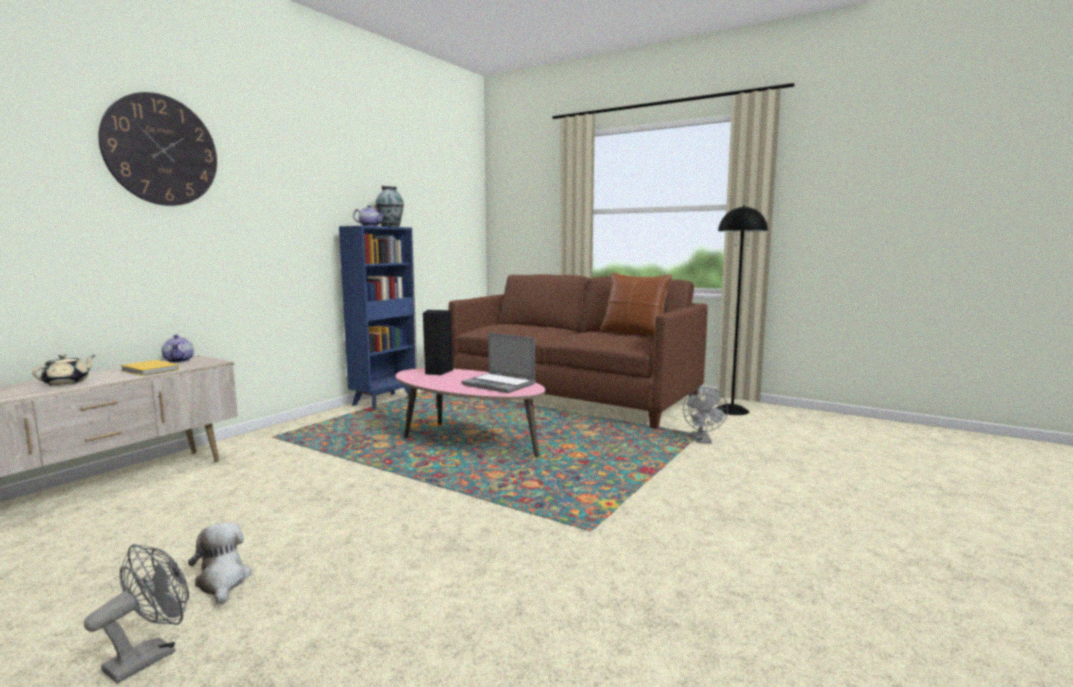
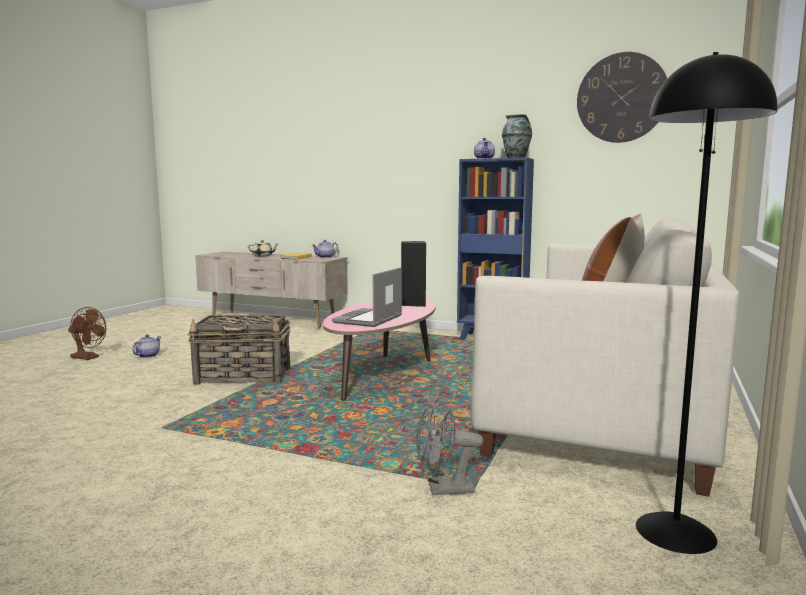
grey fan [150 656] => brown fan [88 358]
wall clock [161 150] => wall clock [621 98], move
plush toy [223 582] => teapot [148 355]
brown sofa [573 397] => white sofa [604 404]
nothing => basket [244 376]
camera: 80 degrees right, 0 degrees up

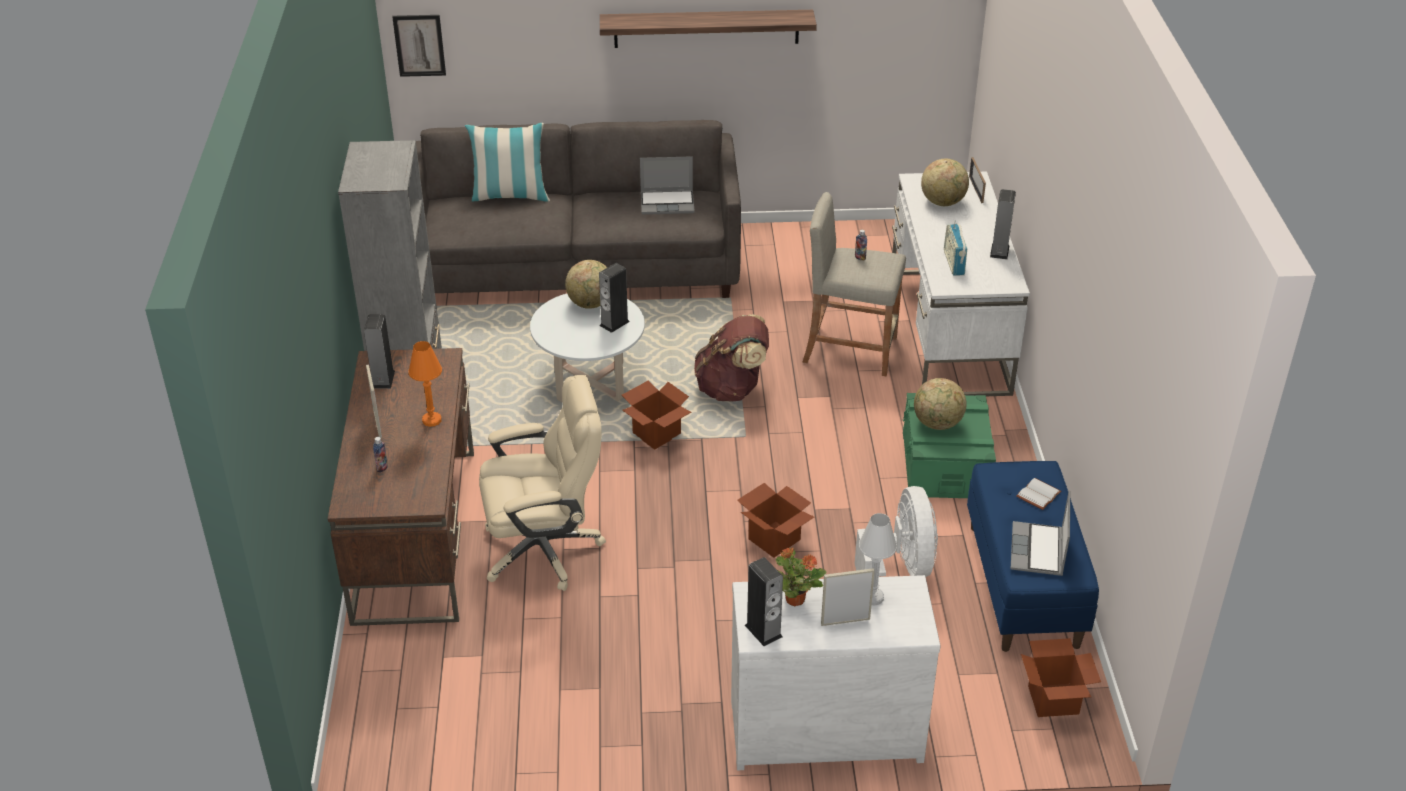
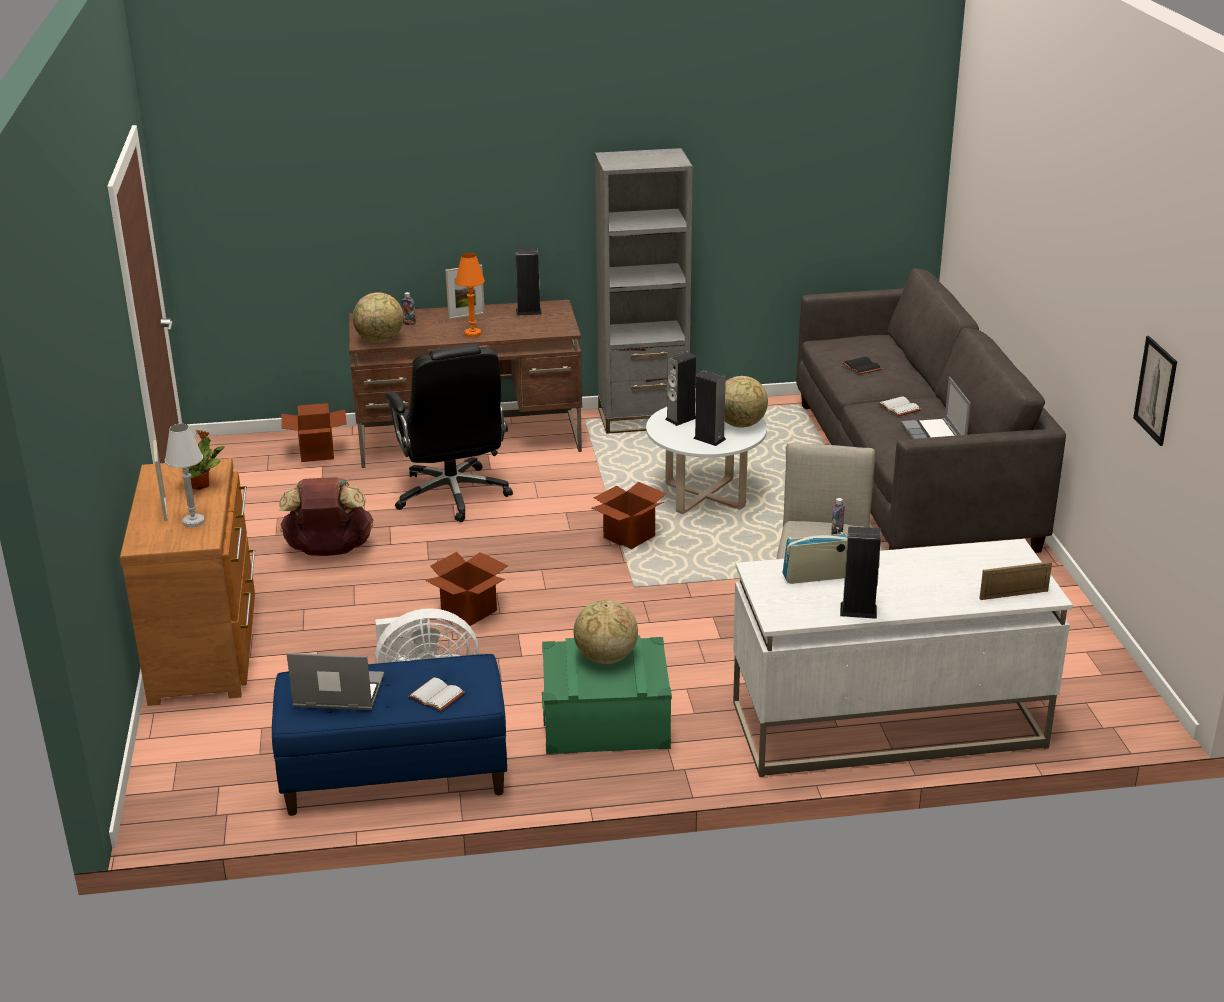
picture [419 45] => picture [1155 390], move
pillow [510 195] => nothing
beige office chair [544 549] => black office chair [452 495]
shelf [706 28] => nothing
brown backpack [732 389] => brown backpack [329 551], move
white dresser [823 726] => brown dresser [207 648]
speaker [763 631] => speaker [681 419], move
globe [943 202] => globe [380 341], move
cardboard box [1053 700] => cardboard box [317 453], move
nothing => black book [863 367]
nothing => white book [898 408]
camera: 85 degrees right, 10 degrees down

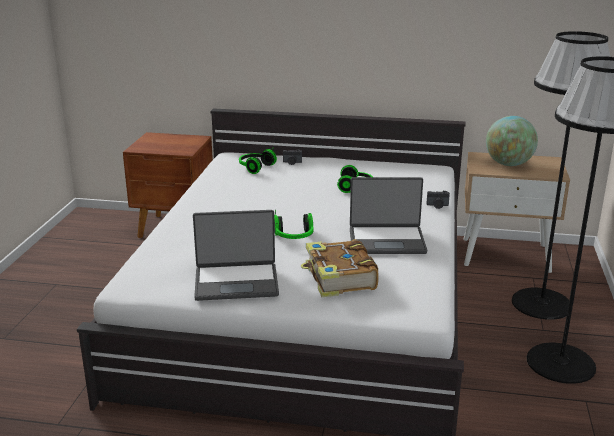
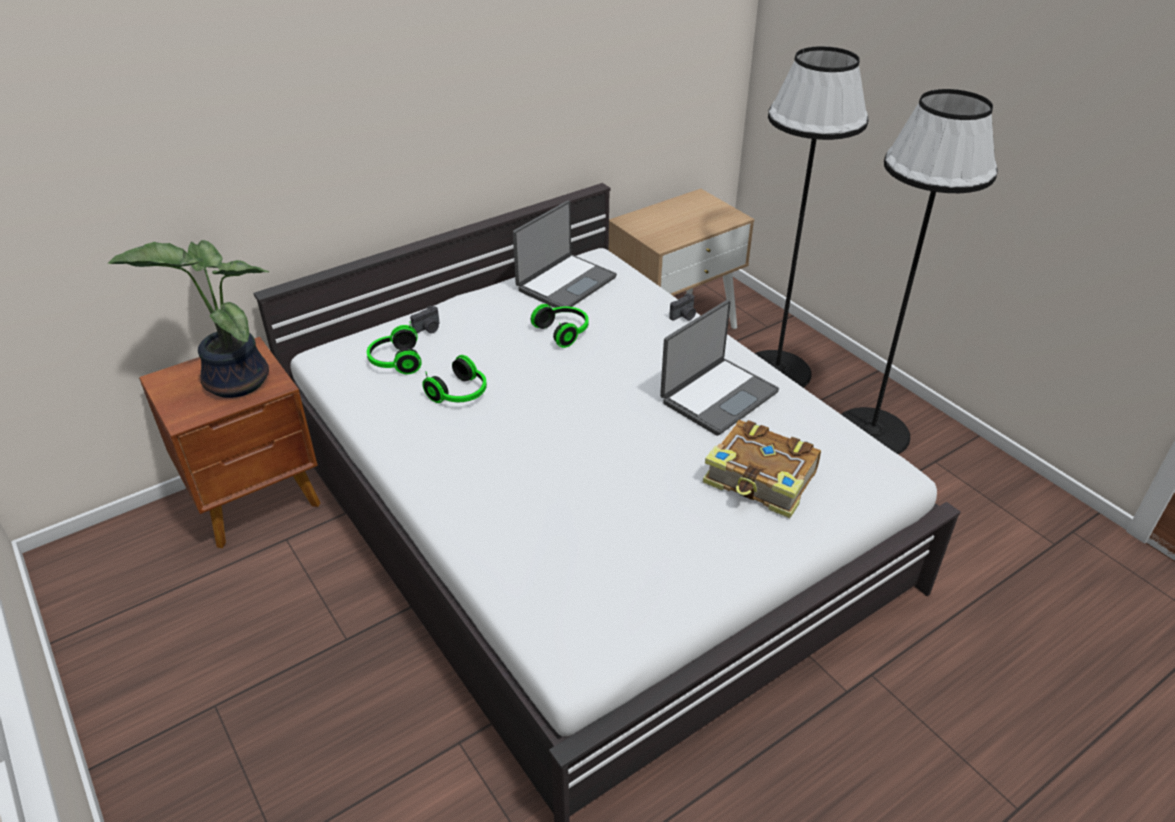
laptop [236 282] => laptop [565 283], move
headphones [294 237] => headphones [460 394], move
globe [508 164] => nothing
nothing => potted plant [233 381]
camera: 45 degrees left, 15 degrees up

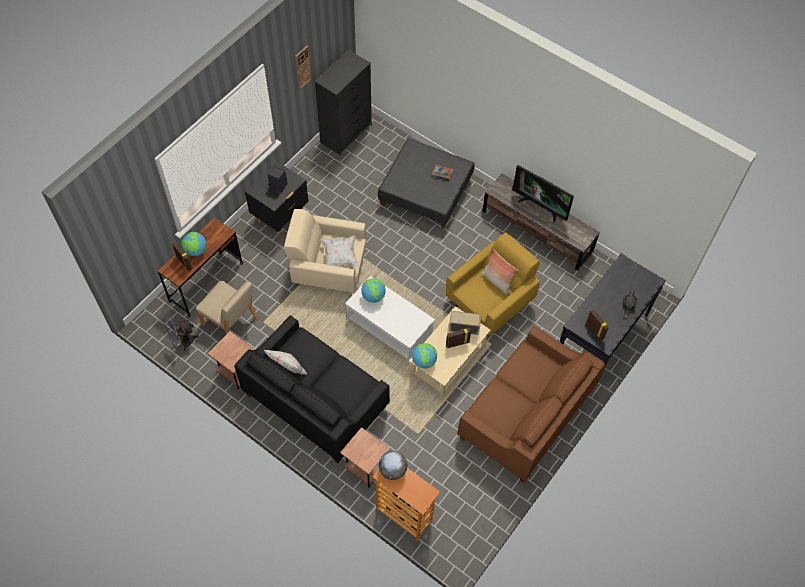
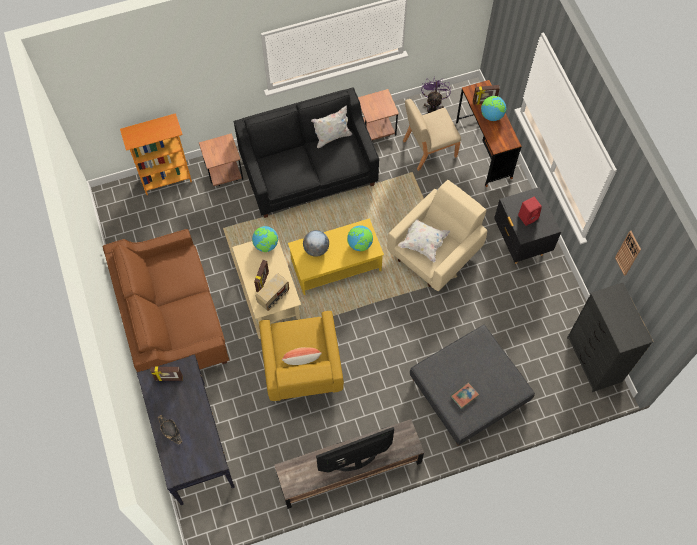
black speaker [277 186] => red speaker [528 216]
white coffee table [389 328] => yellow coffee table [336 265]
globe [392 470] => globe [316 249], move
camera: 125 degrees right, 5 degrees up

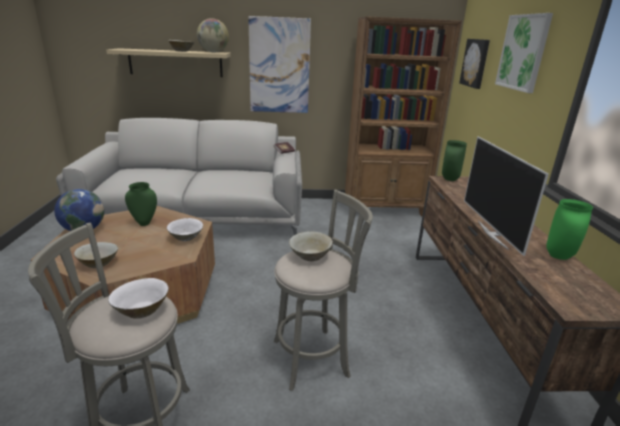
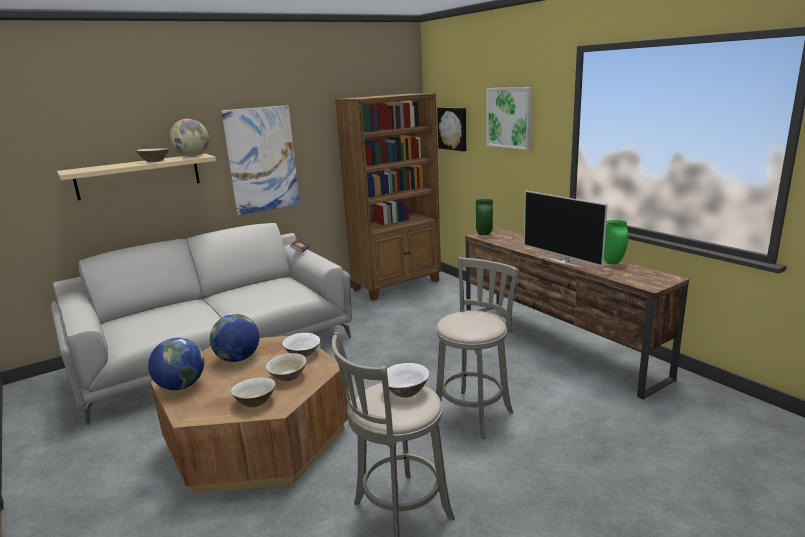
green vase [144 223] => globe [238 359]
beige bowl [310 256] => beige bowl [288 377], move
camera: 30 degrees left, 5 degrees down

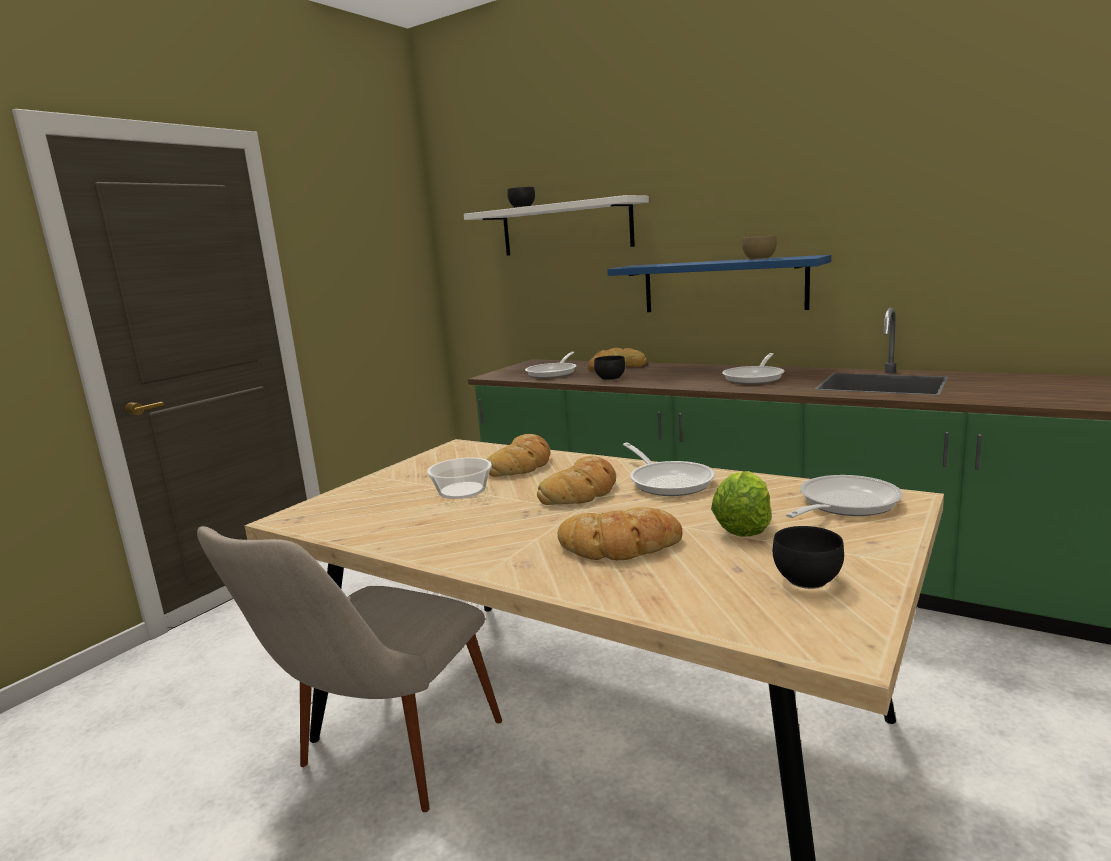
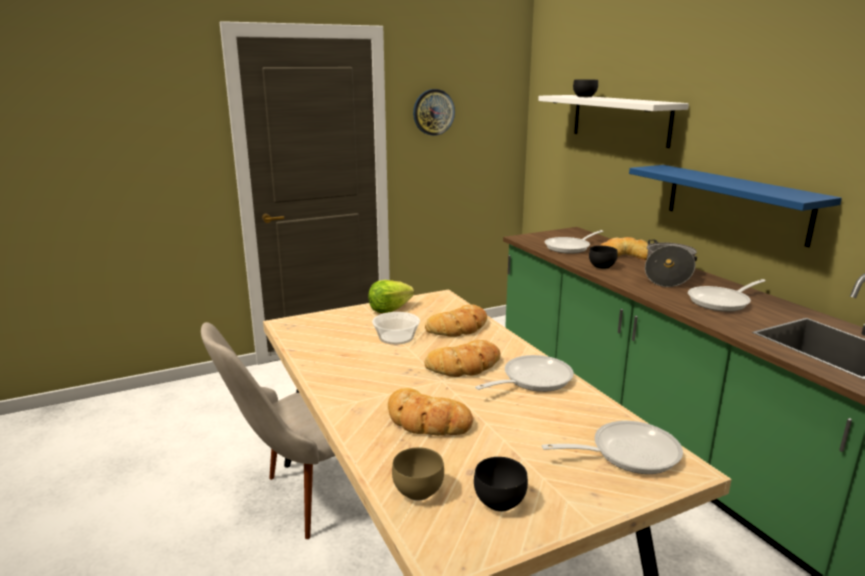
frying pan [668 481] => frying pan [532 379], 135 degrees counterclockwise
lettuce [743 527] => lettuce [389 309], move
brown bowl [758 259] => brown bowl [419 490], move
nothing => wall clock [433 112]
nothing => cooking pot [667 275]
camera: 30 degrees right, 5 degrees up

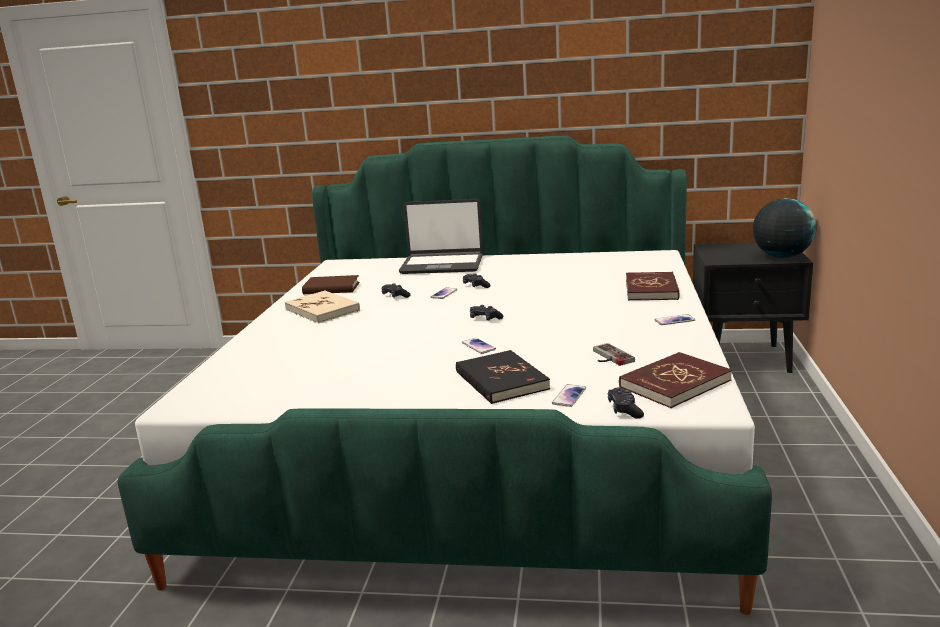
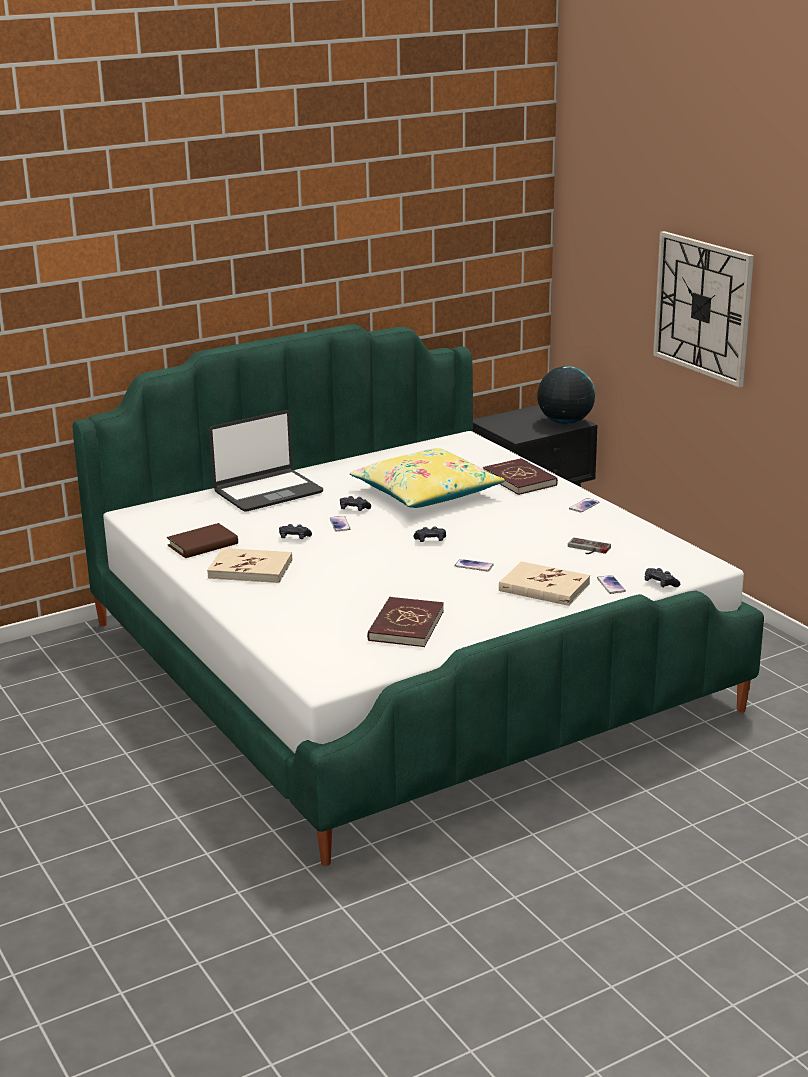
black book [501 381] => beige book [544 588]
red book [674 383] => red book [405 626], move
nothing => yellow pillow [426 493]
nothing => wall clock [703 307]
camera: 40 degrees left, 5 degrees up

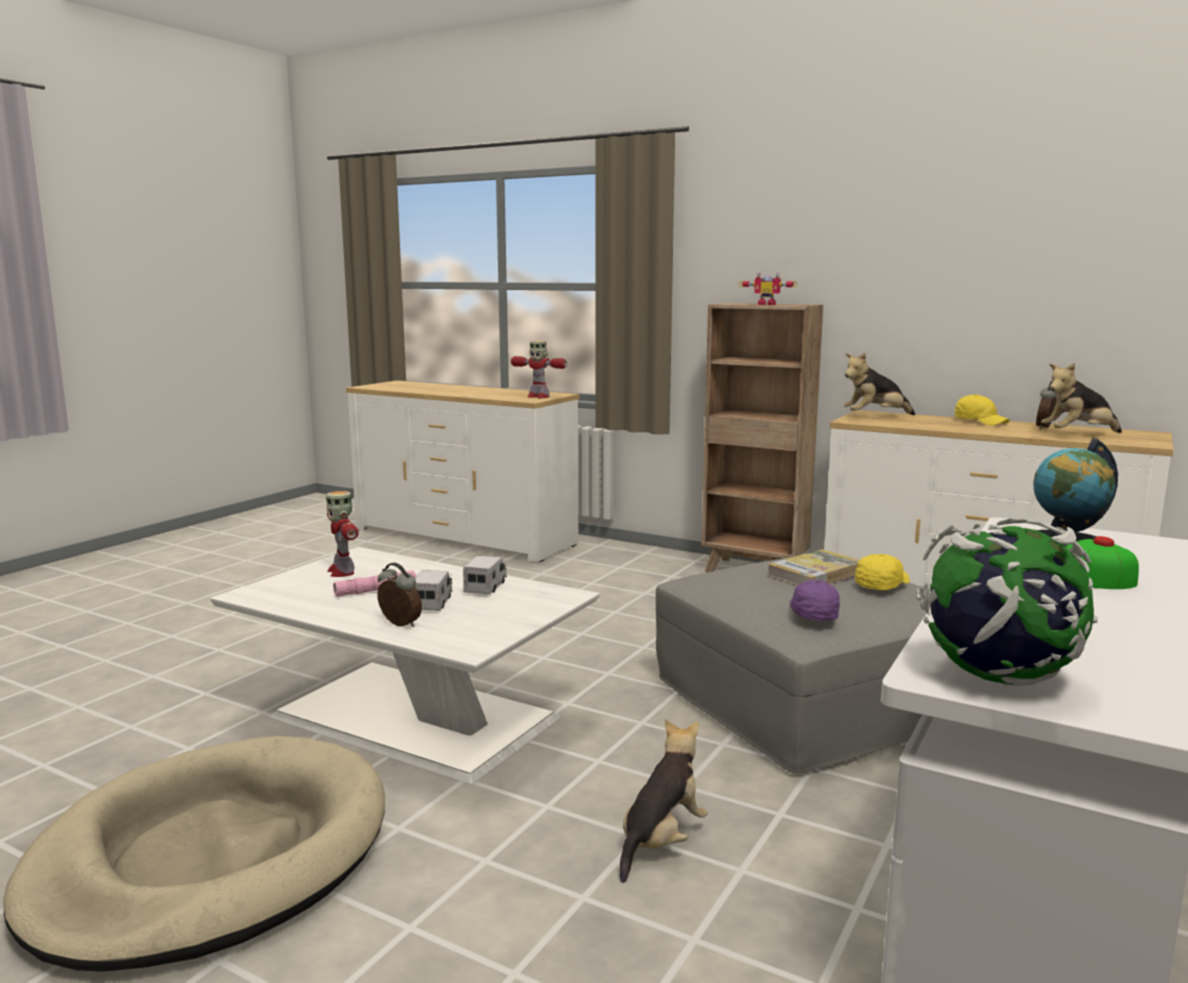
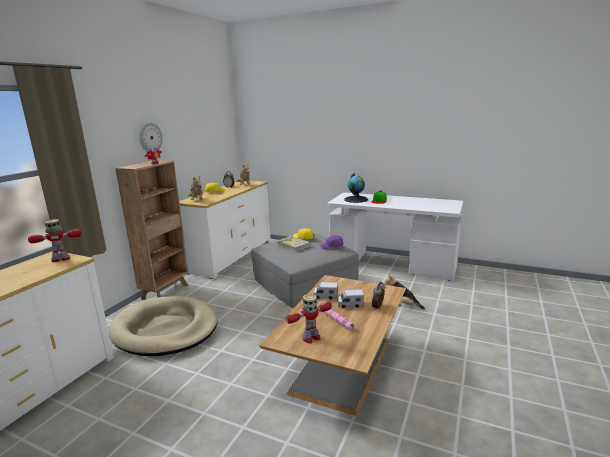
beige dog bed [211 858] => beige dog bed [165 329], move
white coffee table [409 716] => brown coffee table [341 366]
toy robot [538 397] => toy robot [61 259], 135 degrees counterclockwise
globe [997 677] => nothing
nothing => wall clock [150 137]
camera: 95 degrees left, 5 degrees up

